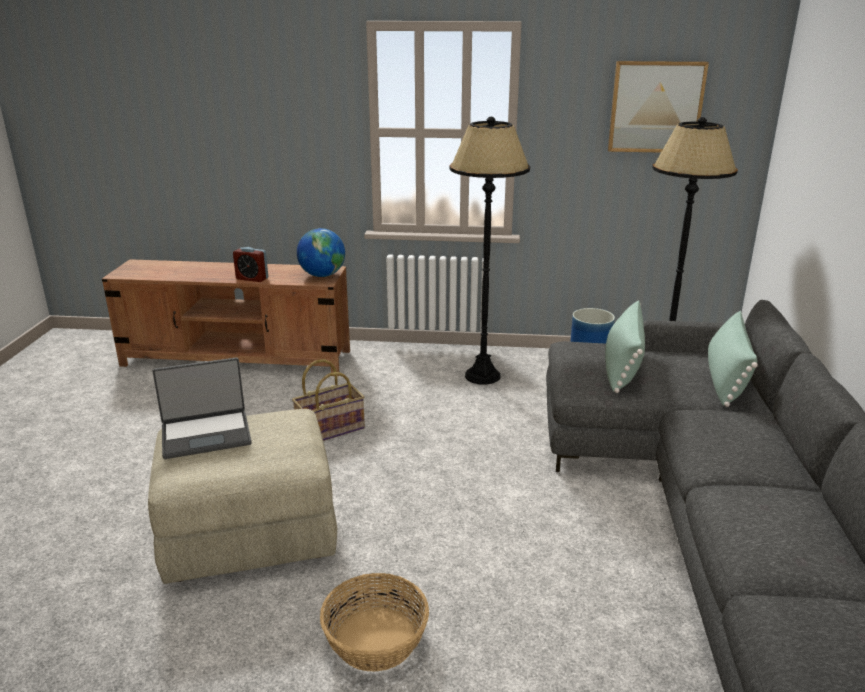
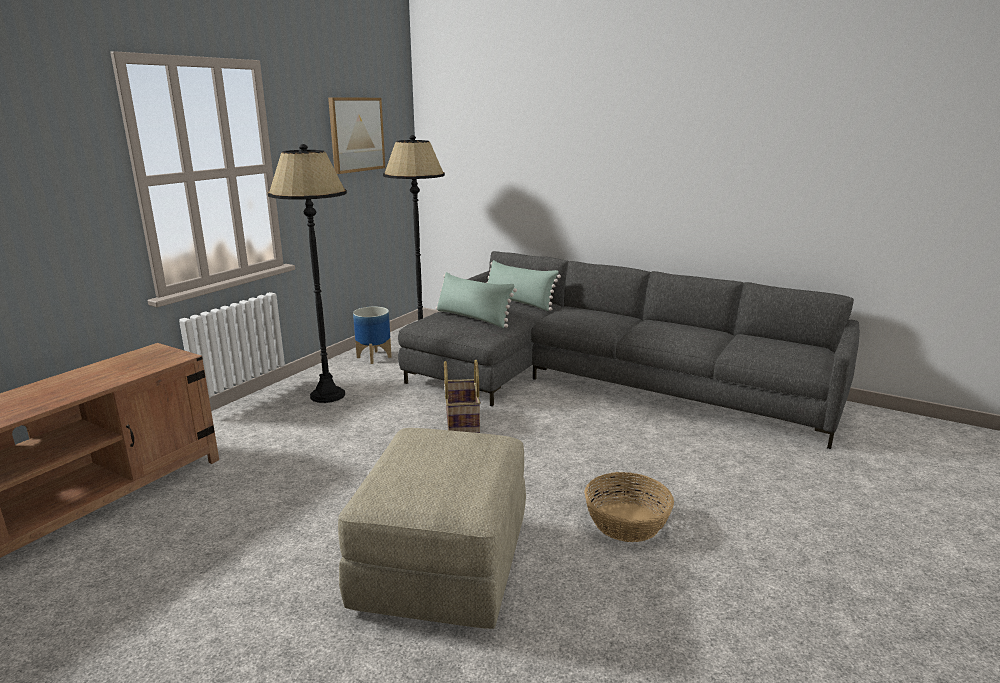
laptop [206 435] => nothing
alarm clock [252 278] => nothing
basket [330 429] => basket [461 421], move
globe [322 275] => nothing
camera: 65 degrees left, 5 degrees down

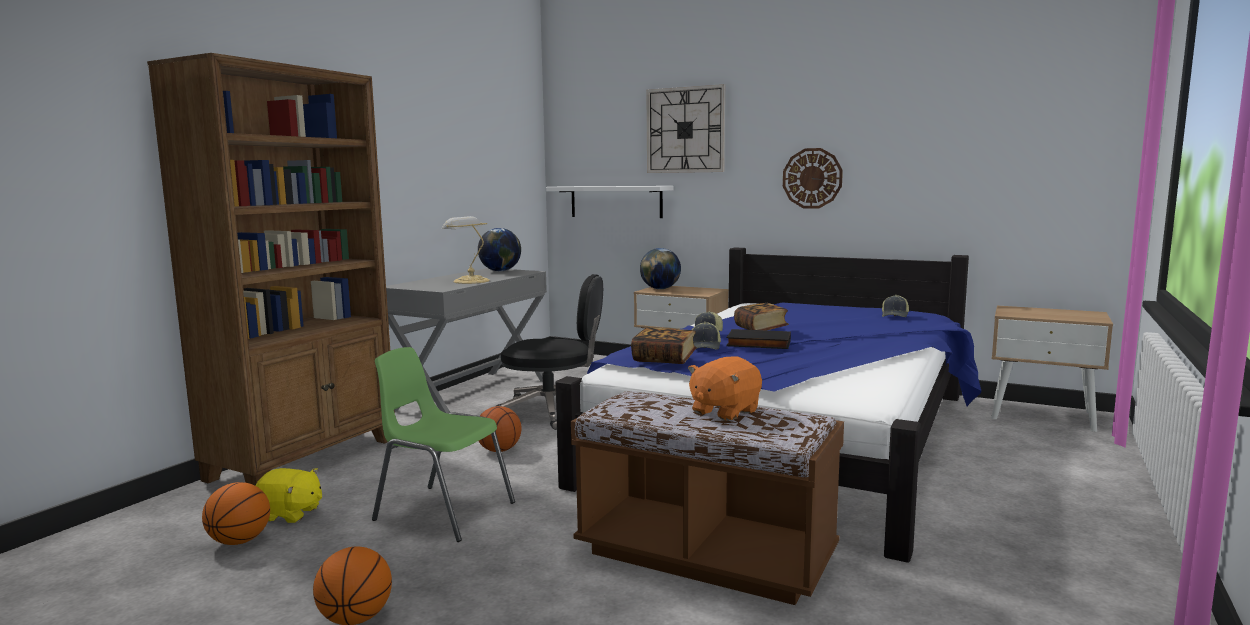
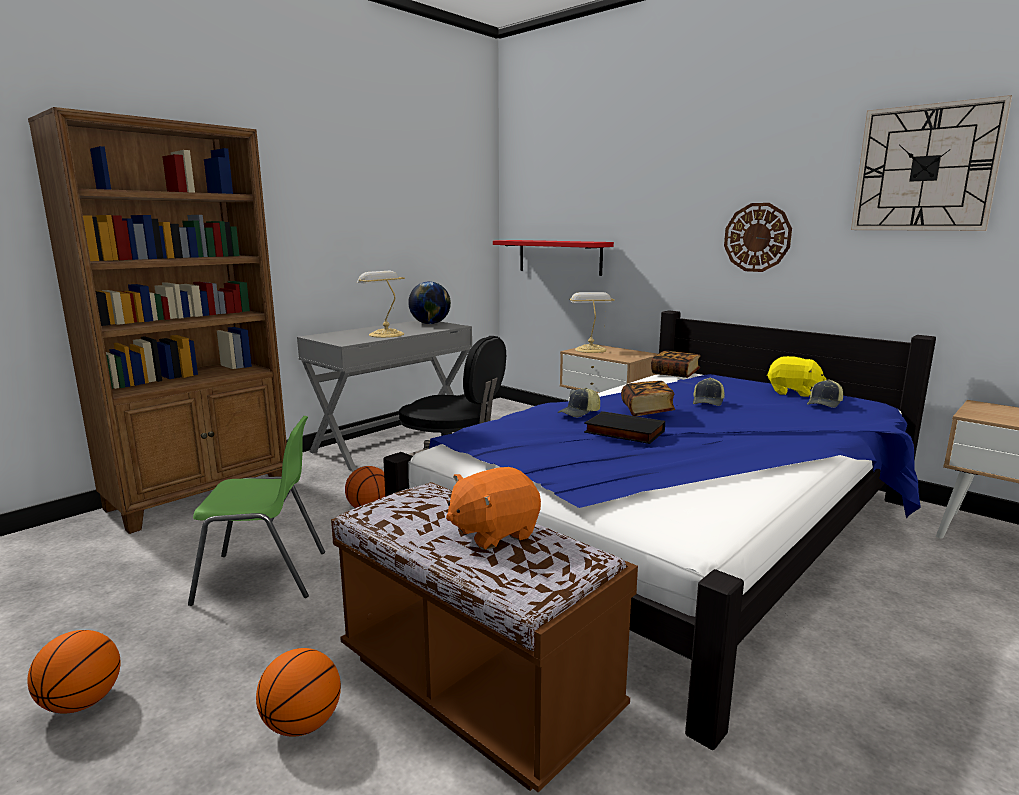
basketball [239 541] => basketball [302 724], move
yellow plush toy [290 514] => yellow plush toy [792 392], move
green chair [443 511] => green chair [264 577], 135 degrees clockwise
white shelf [616 201] => red shelf [559 257]
book [664 359] => book [675 374], move
globe [660 289] => table lamp [590 349]
wall clock [685 130] => wall clock [925 168], move
cap [705 347] => cap [708 402], move
camera: 15 degrees right, 5 degrees up

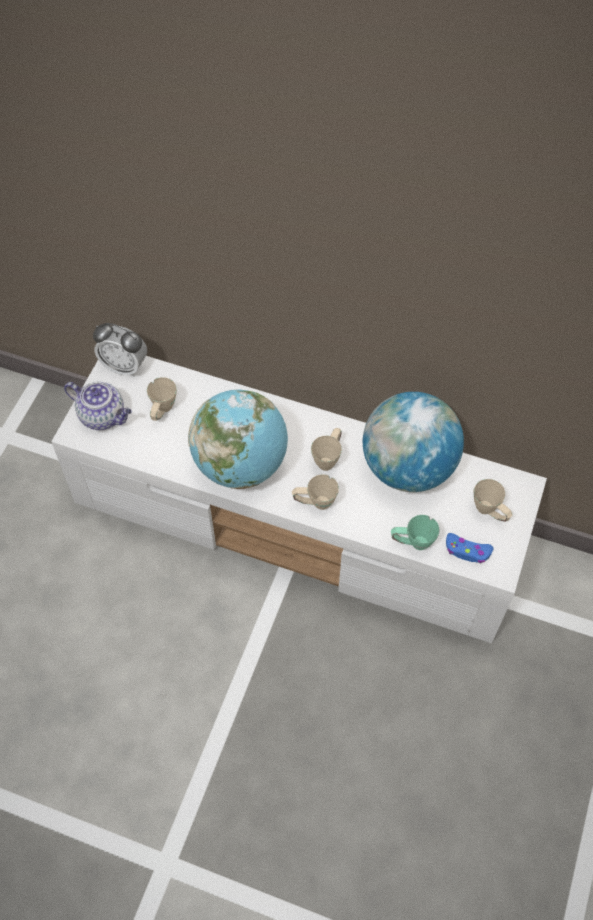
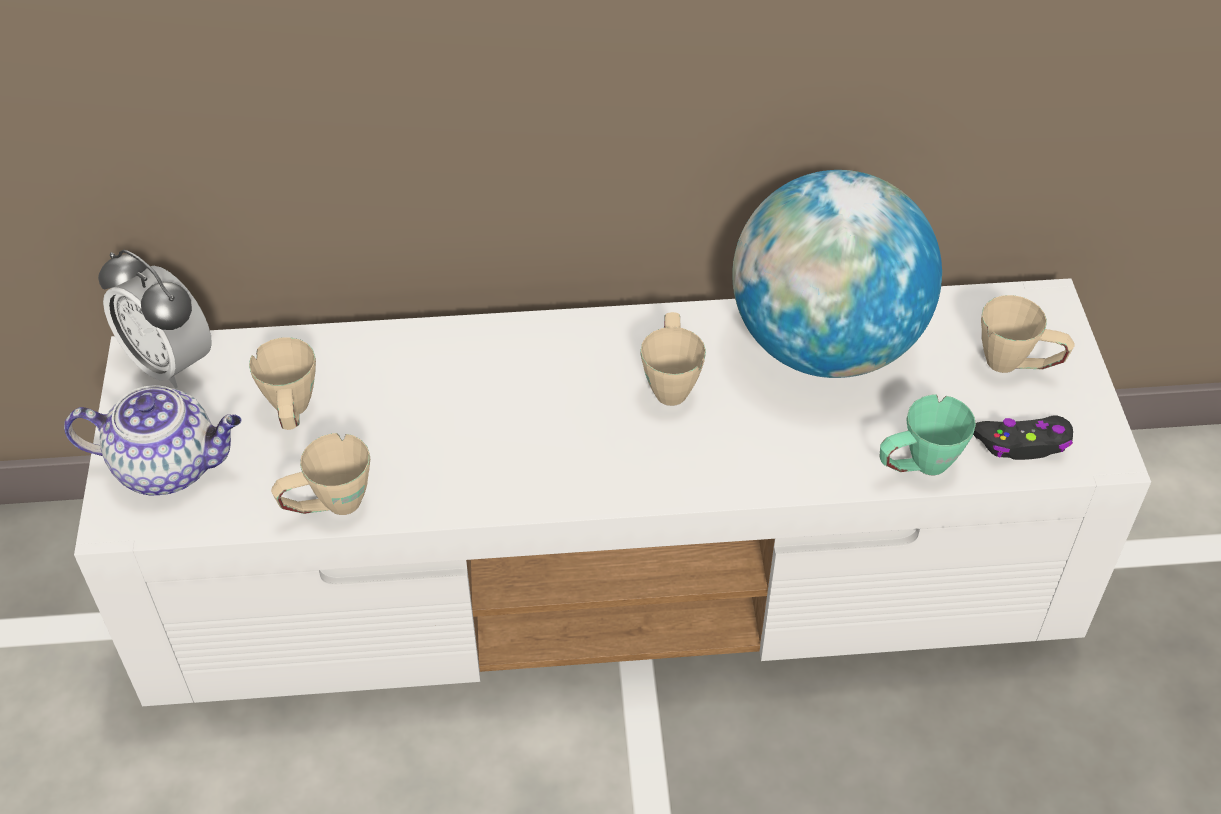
alarm clock [124 366] => alarm clock [170 363], 45 degrees clockwise
globe [241 464] => nothing
beige mug [314 503] => beige mug [328 508], move
blue game controller [467 551] => black game controller [1022 444]
camera: 25 degrees left, 10 degrees down

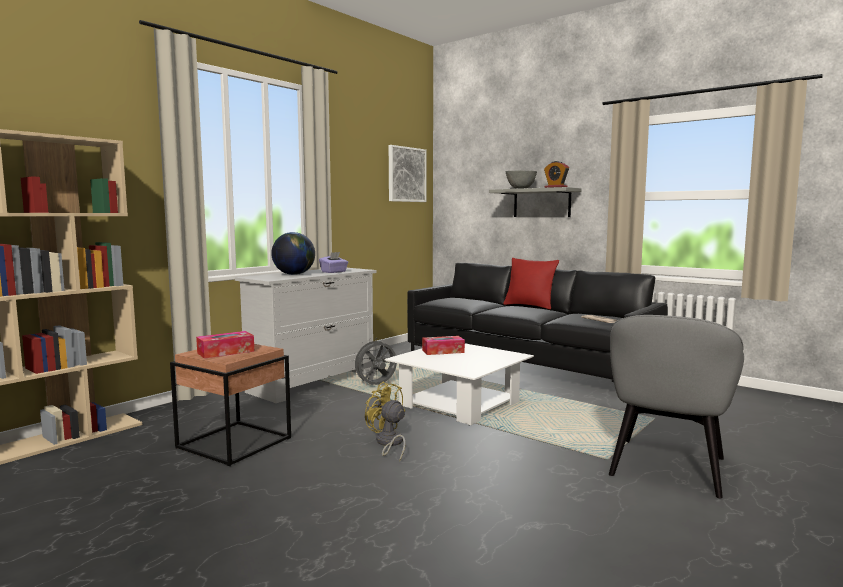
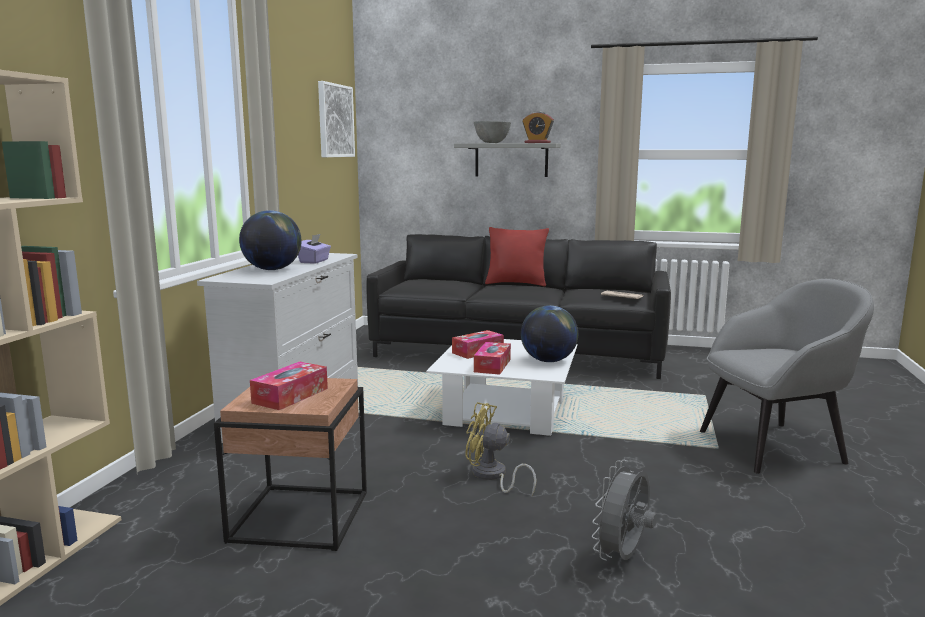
grey fan [376 386] => grey fan [623 557], move
grey armchair [667 468] => grey armchair [774 446], 105 degrees counterclockwise
nothing => tissue box [492 365]
nothing => globe [548 360]
camera: 25 degrees left, 5 degrees up

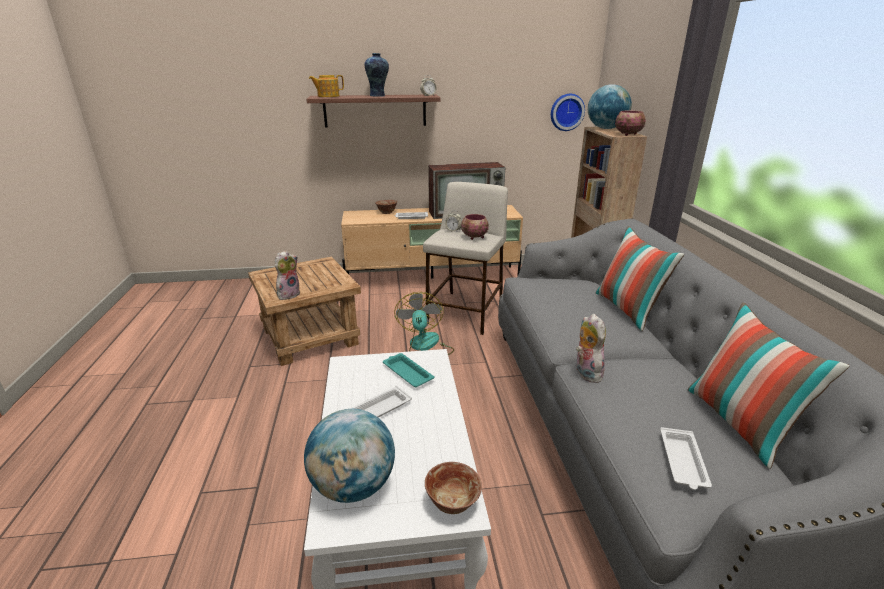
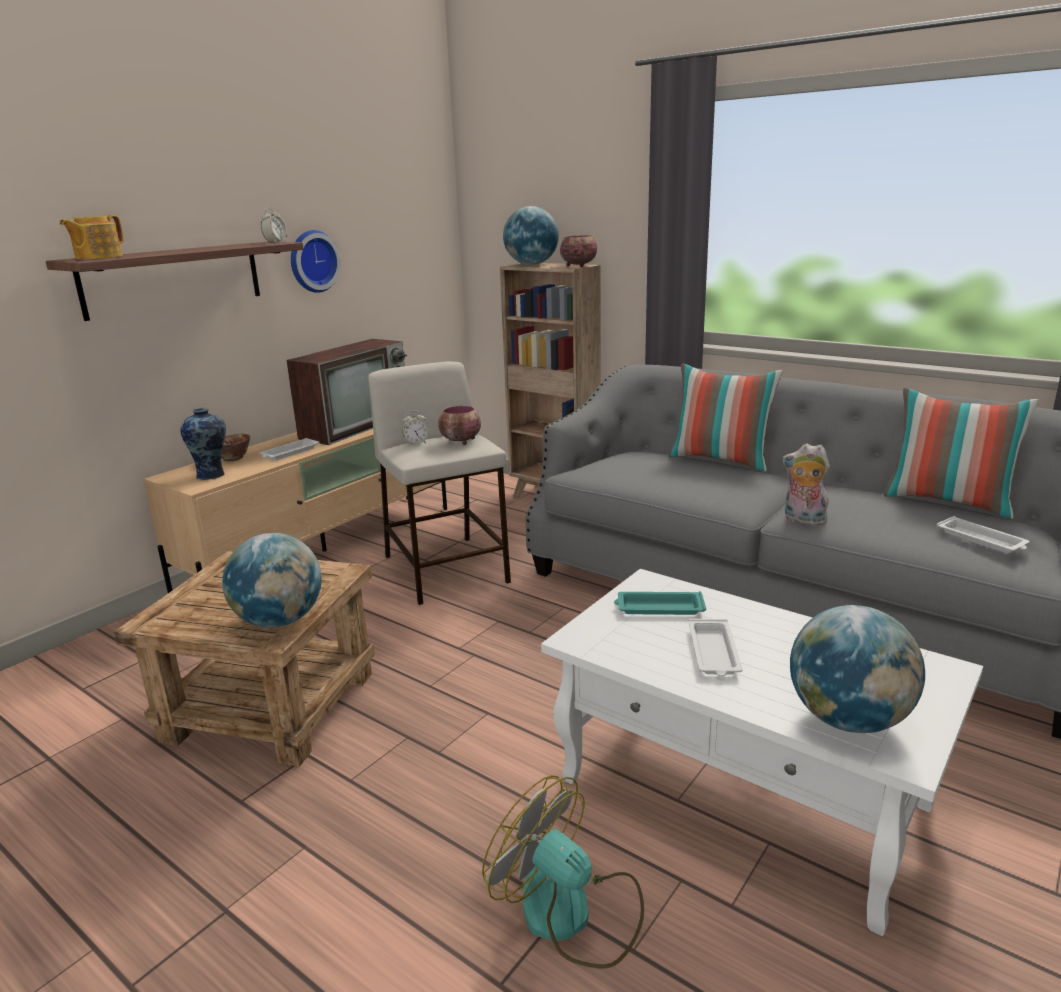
plush toy [289 294] => globe [279 621]
vase [378 96] => vase [212 475], move
fan [425 346] => fan [571 913], move
bowl [452 503] => nothing
wall clock [566 112] => wall clock [312 261], move
camera: 45 degrees left, 5 degrees down

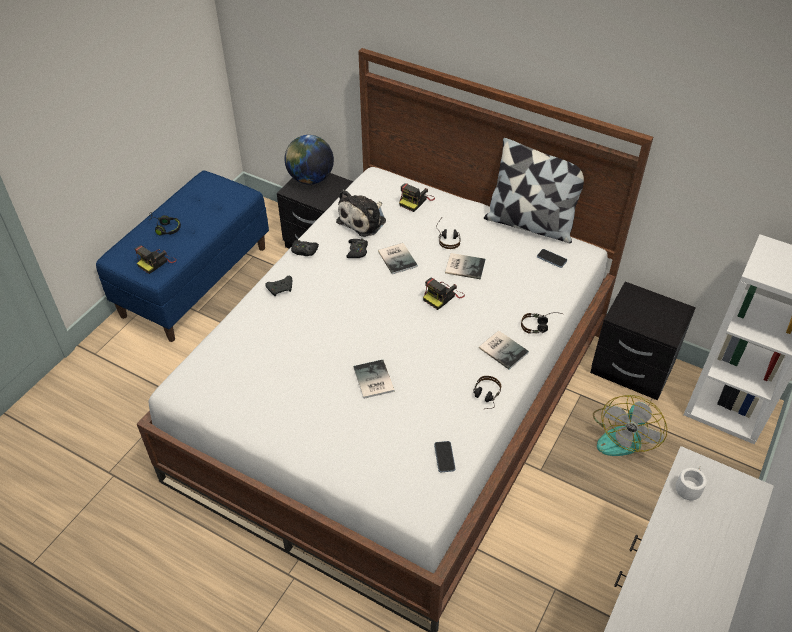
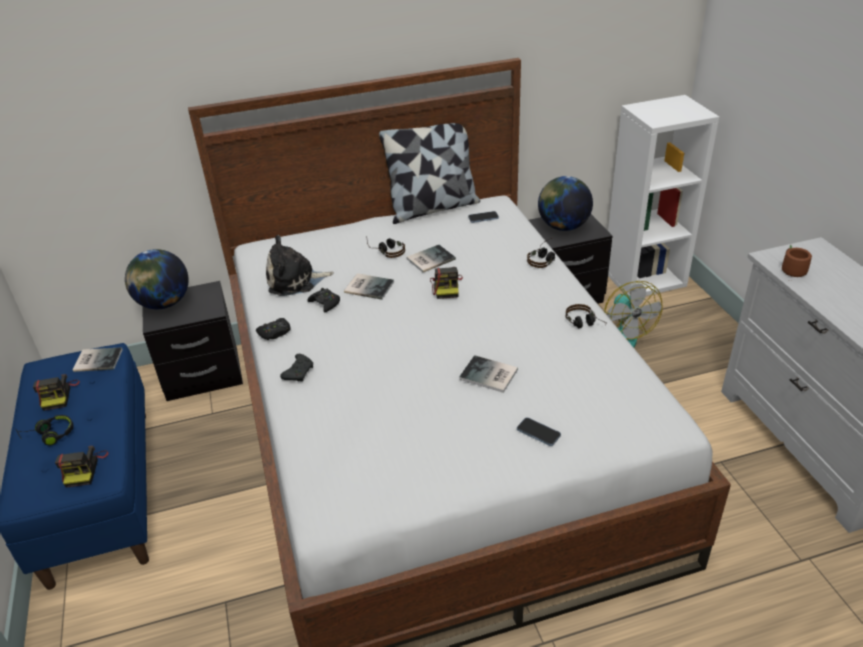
plush toy [364 220] => plush toy [295 281], 90 degrees clockwise
photo camera [416 201] => photo camera [59 395], move
phone [444 457] => phone [538 433], move
book [503 349] => book [97 359], move
white mug [687 487] => brown mug [790 270]
nothing => globe [563 226]
camera: 45 degrees left, 10 degrees down

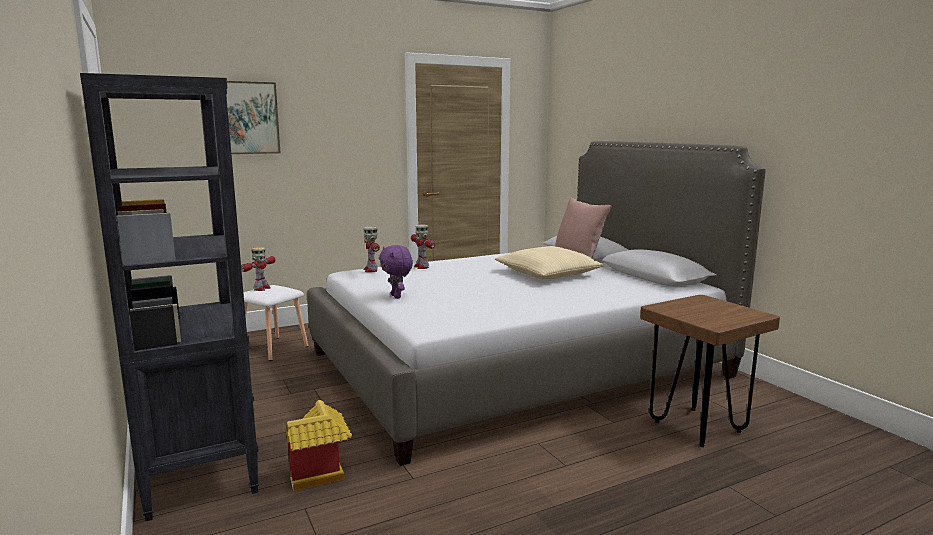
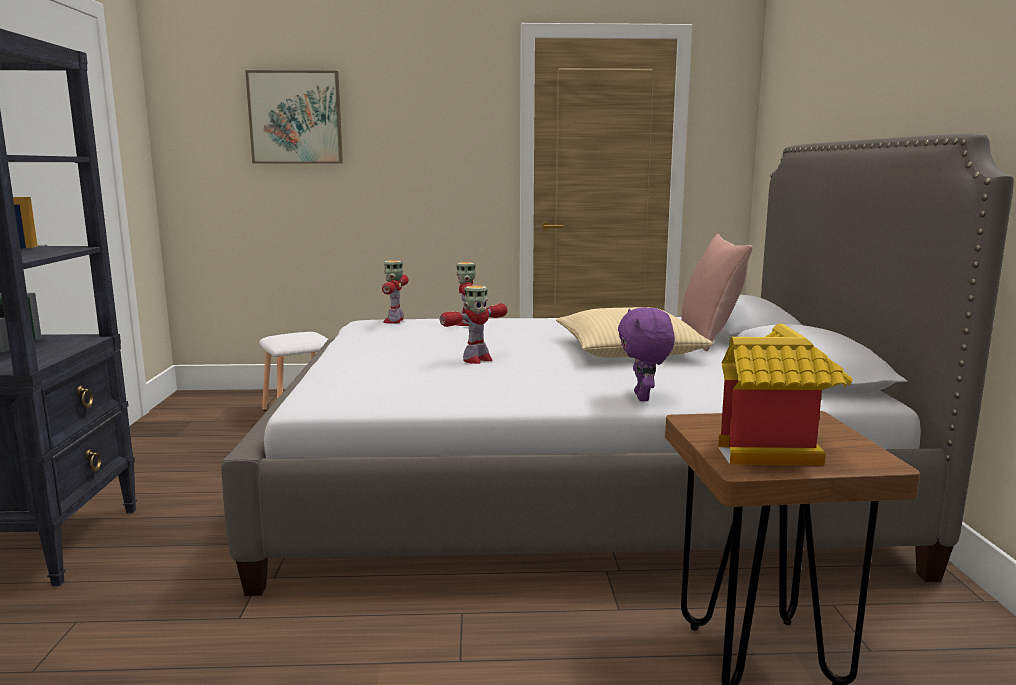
toy robot [261 288] => toy robot [476 360], move
toy house [320 474] => toy house [775 453], move
purple plush toy [397 296] => purple plush toy [644 397], move
camera: 25 degrees right, 0 degrees up

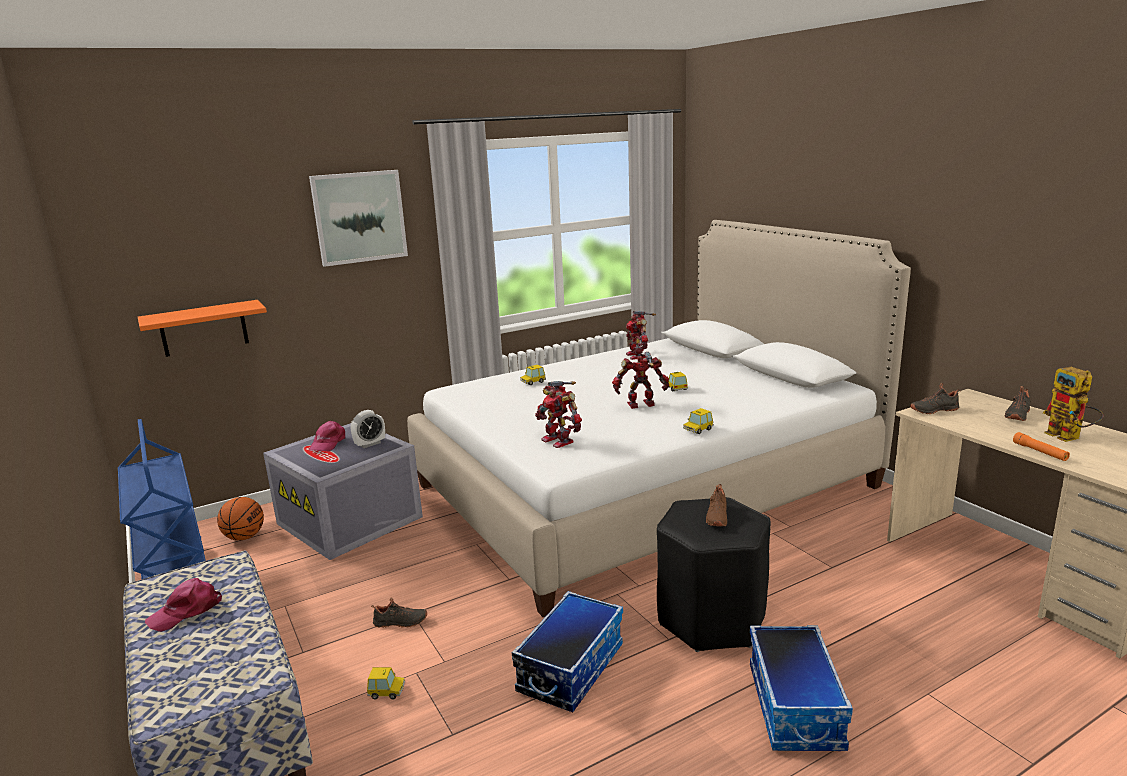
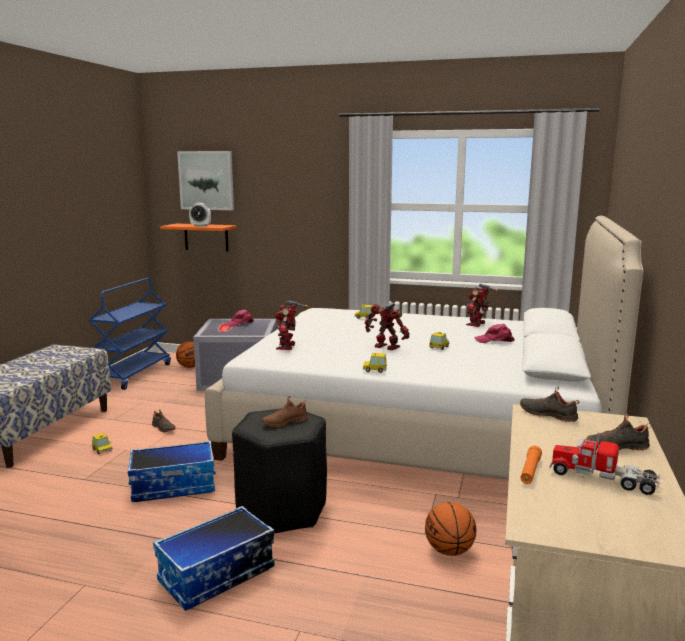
pink cap [186 611] => pink cap [494 340], move
picture [359 217] => picture [206 180], move
alarm clock [370 444] => alarm clock [200 226], move
toy robot [1069 437] => toy truck [603 478]
nothing => basketball [449 550]
camera: 45 degrees right, 5 degrees down

